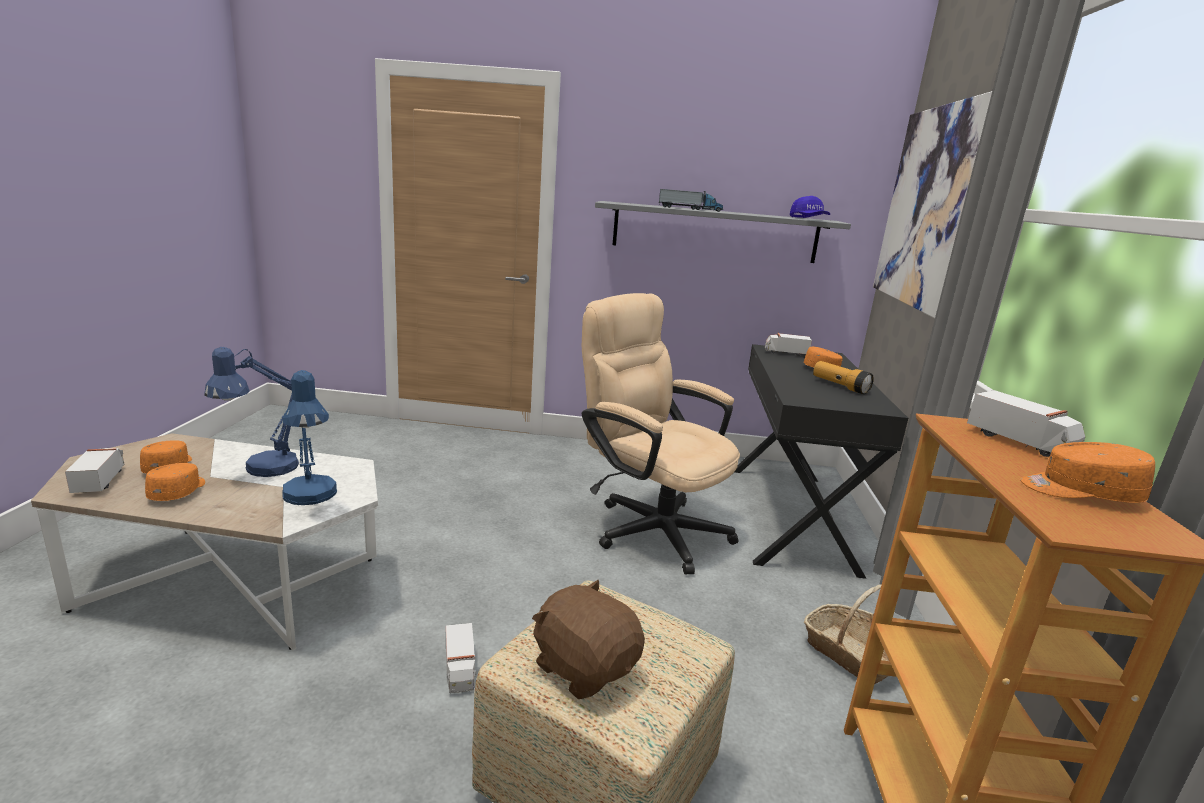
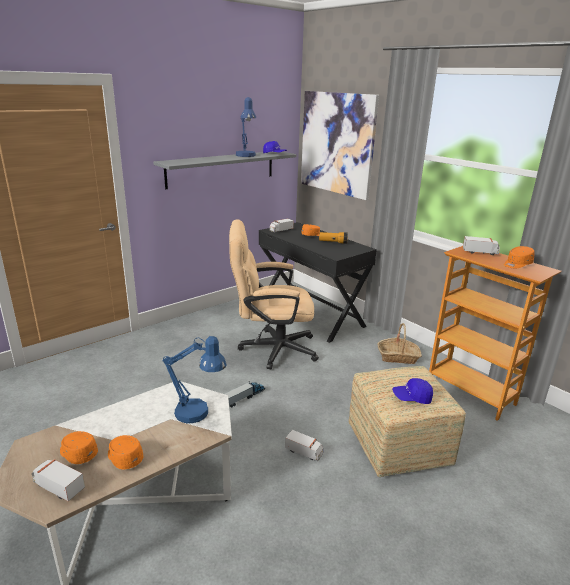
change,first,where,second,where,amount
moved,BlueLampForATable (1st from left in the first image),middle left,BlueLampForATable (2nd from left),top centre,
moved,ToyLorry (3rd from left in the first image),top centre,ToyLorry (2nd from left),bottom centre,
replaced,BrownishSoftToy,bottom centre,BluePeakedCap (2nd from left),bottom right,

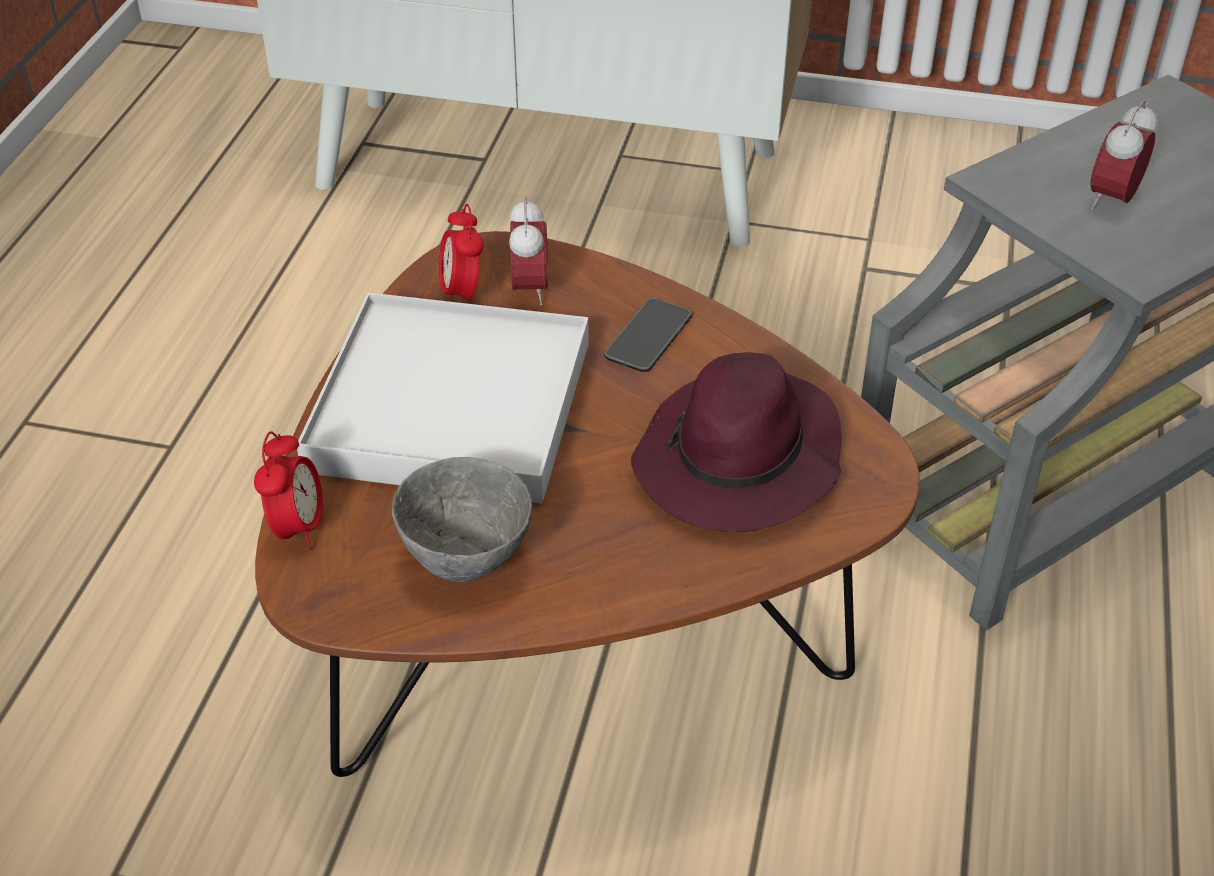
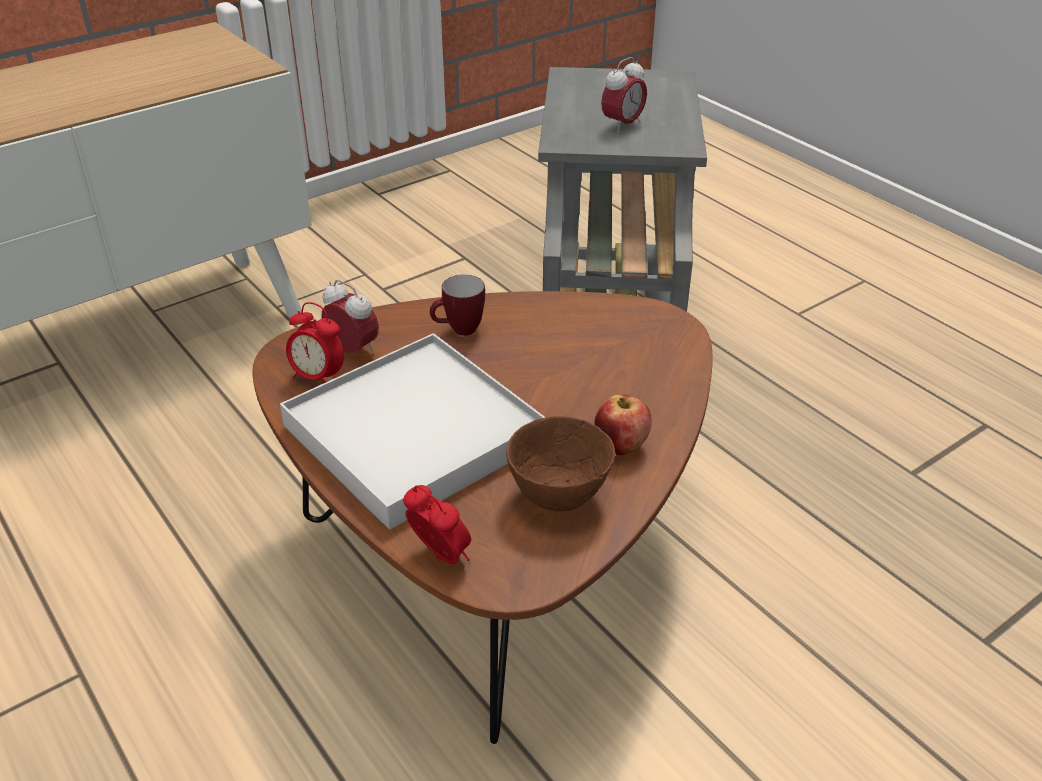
change,first,where,second,where,amount
removed,PurplishHat,centre,,,
added,,,AppleFruit,centre,
replaced,Handset,centre,CoffeeMug,centre,
recoloured,GreyServingBowl,centre,BrownishServingBowl,centre,
turned,TableClock (4th from left),top right,,top centre,120 degrees counterclockwise

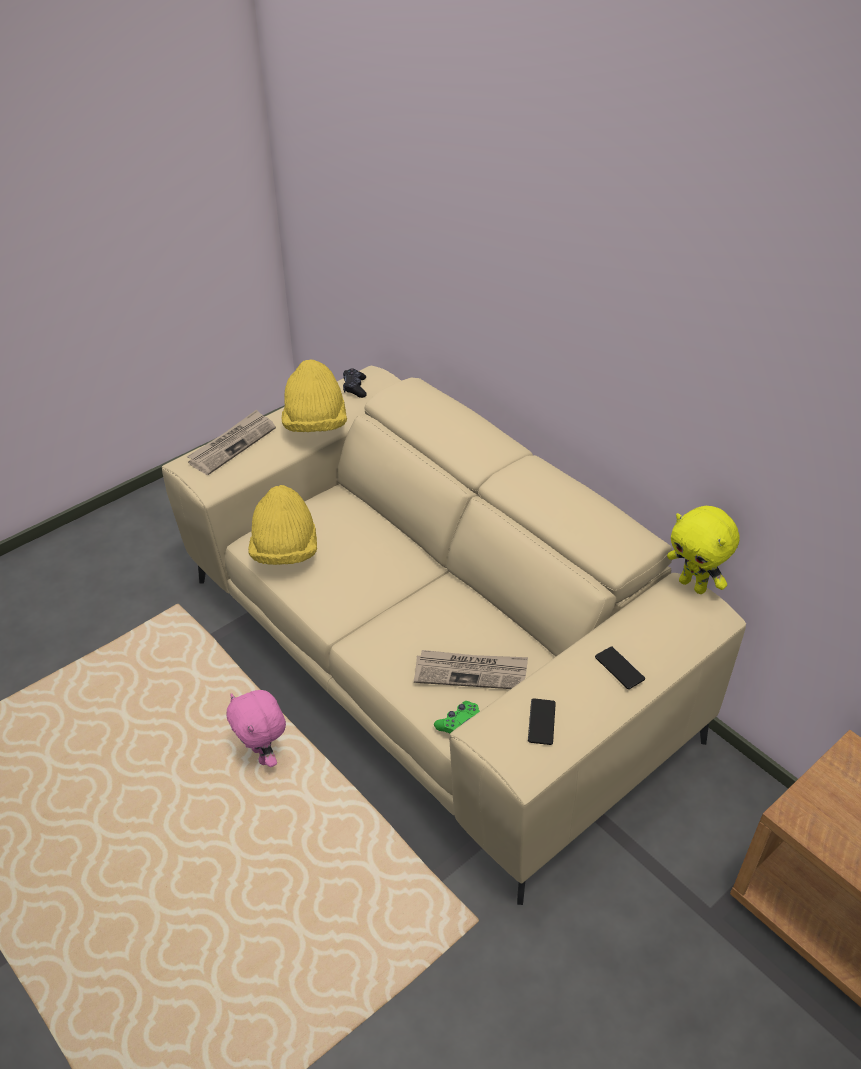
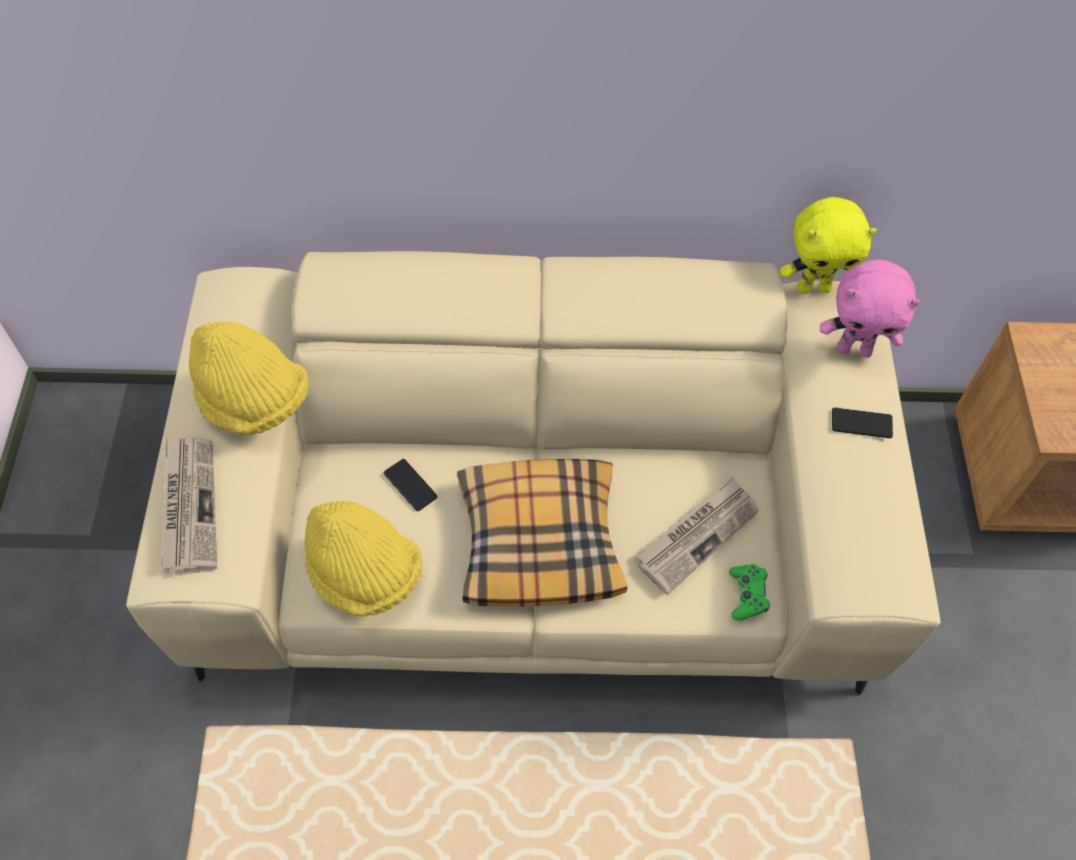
change,first,where,second,where,amount
removed,BlackishGamepad,centre,,,
added,,,Cushion,centre,
moved,PinkSoftToy,bottom left,,middle right,
moved,Handset (1st from left),bottom centre,,centre,

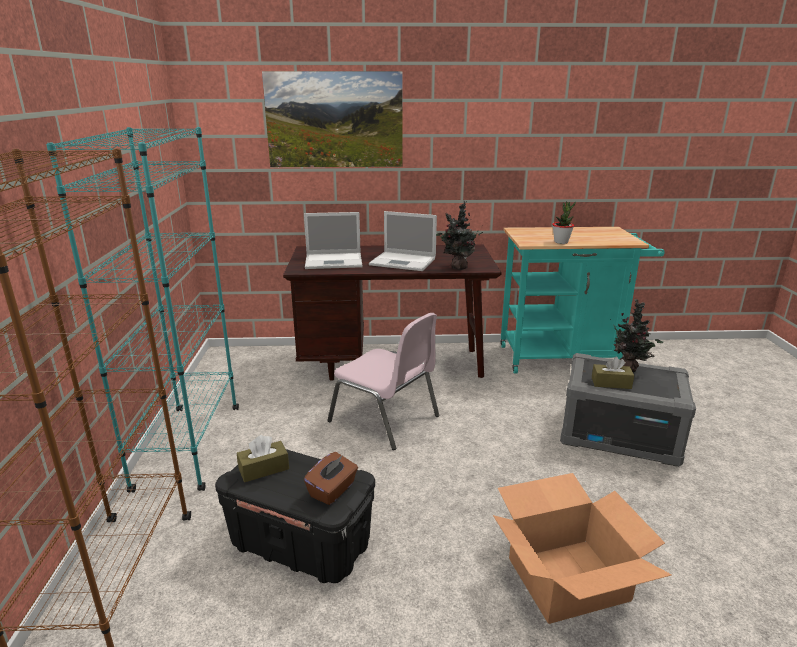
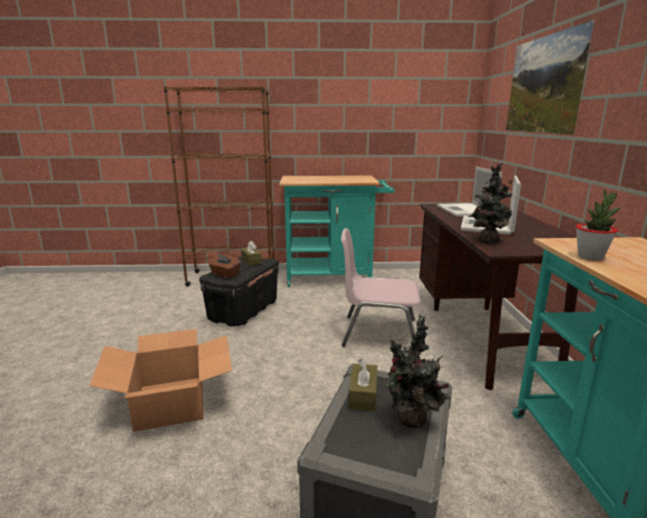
change,first,where,second,where,amount
replaced,TurquoiseShelvingUnit,middle left,TurquoiseTrolley (1st from left),centre,
turned,PinkUprightChair,centre,,centre,60 degrees clockwise

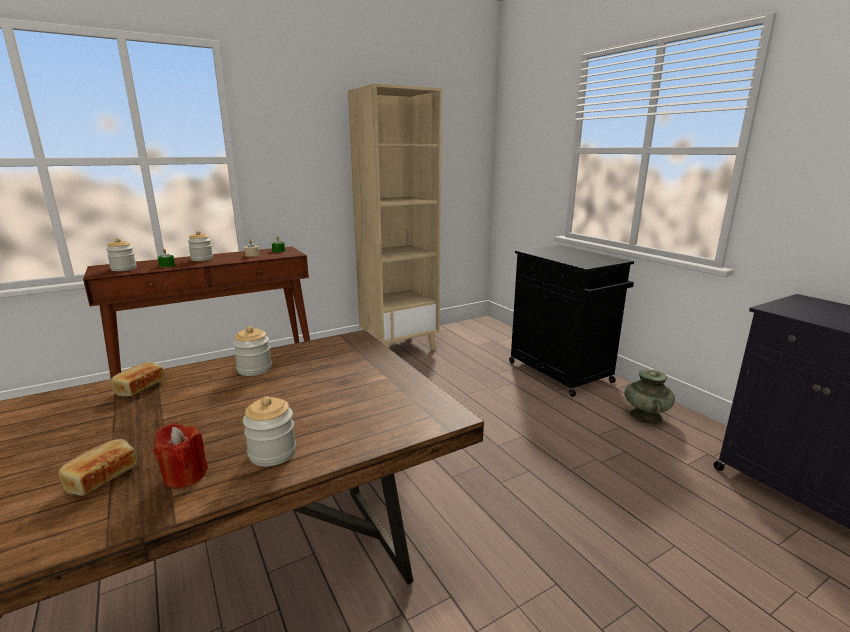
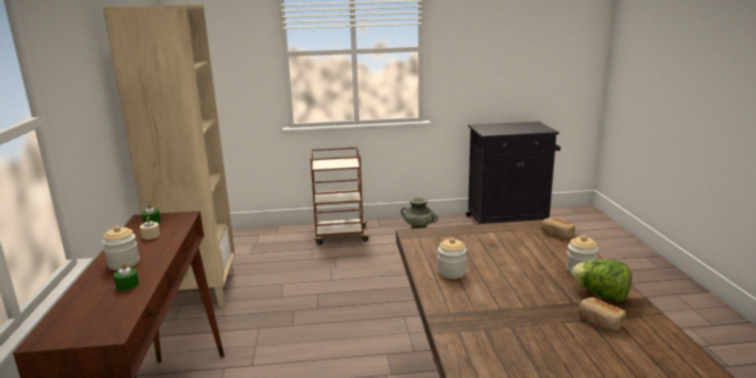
change,first,where,second,where,amount
removed,PreserveJar (1st from left),middle left,,,
moved,BakedBread (2nd from left in the first image),middle left,BakedBread (1st from left),middle right,
replaced,RedWaxLight,bottom left,HeadOfLettuce,bottom right,
replaced,BlackishCabinet (1st from left),middle right,BrownishTrolley,centre,

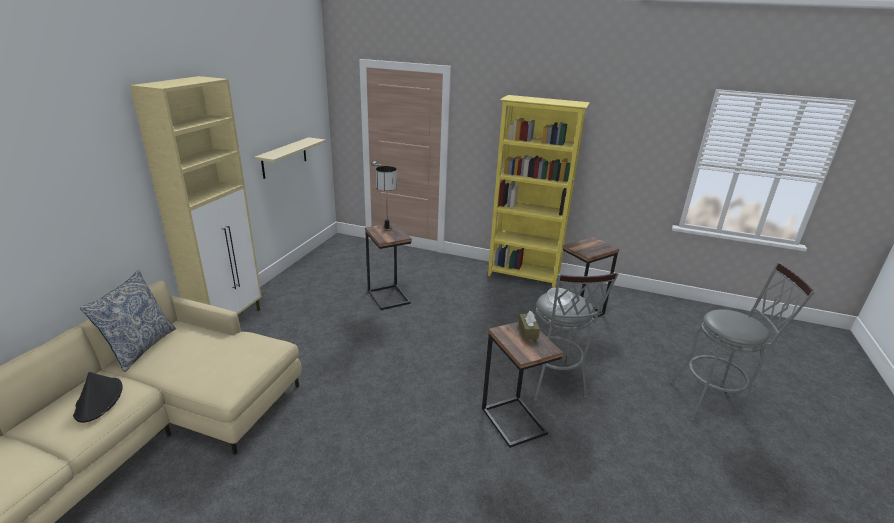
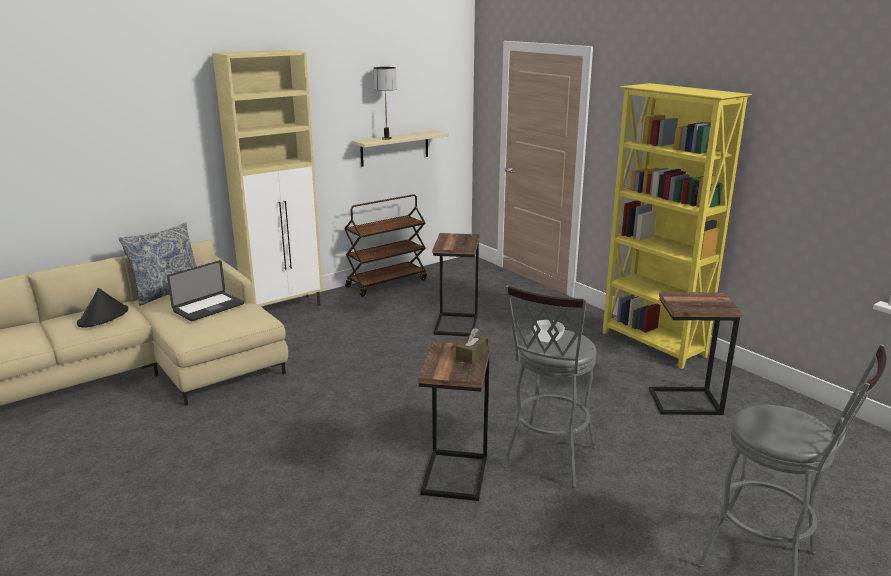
change,first,where,second,where,amount
added,,,NotebookComputer,middle left,
added,,,BrownishTrolley,centre,
moved,LampForATable,centre,,top centre,

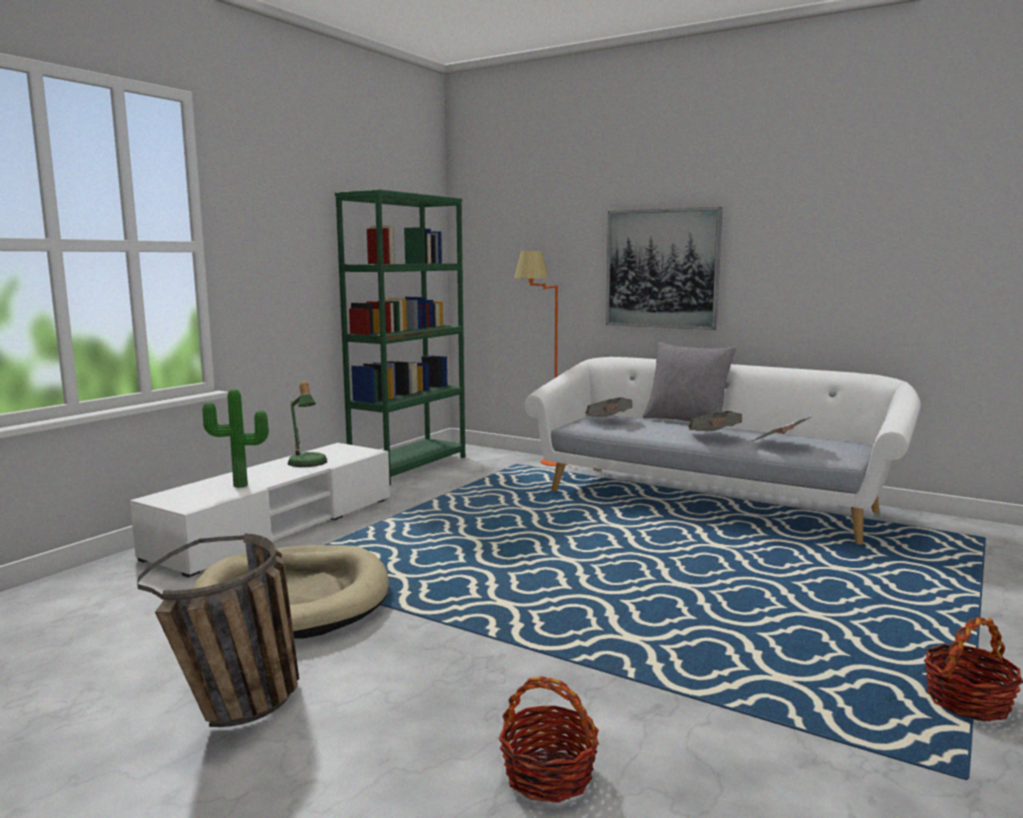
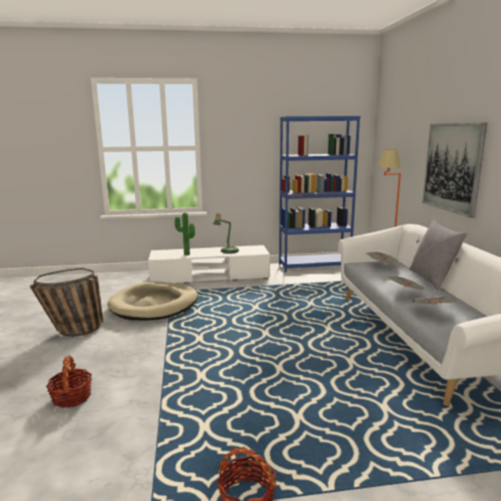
change,first,where,second,where,amount
recoloured,GreenShelvingUnit,centre,BlueShelvingUnit,centre,

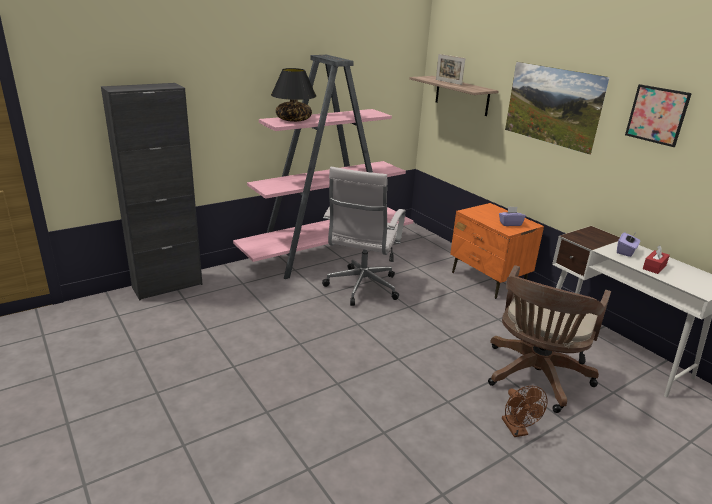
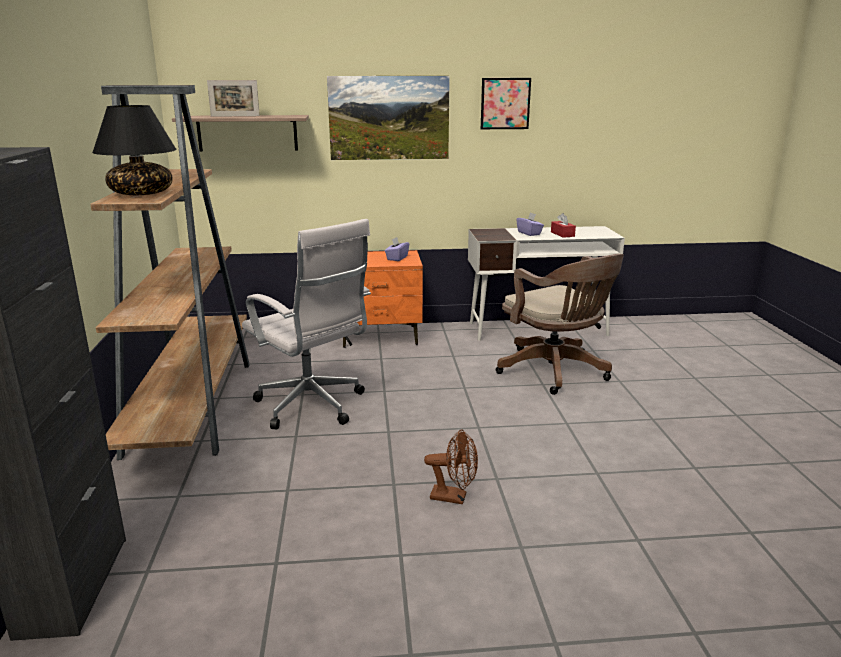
change,first,where,second,where,amount
moved,BrownishCoolingFan,bottom right,,bottom centre,
recoloured,PinkShelvingUnit,top centre,BrownishShelvingUnit,middle left,

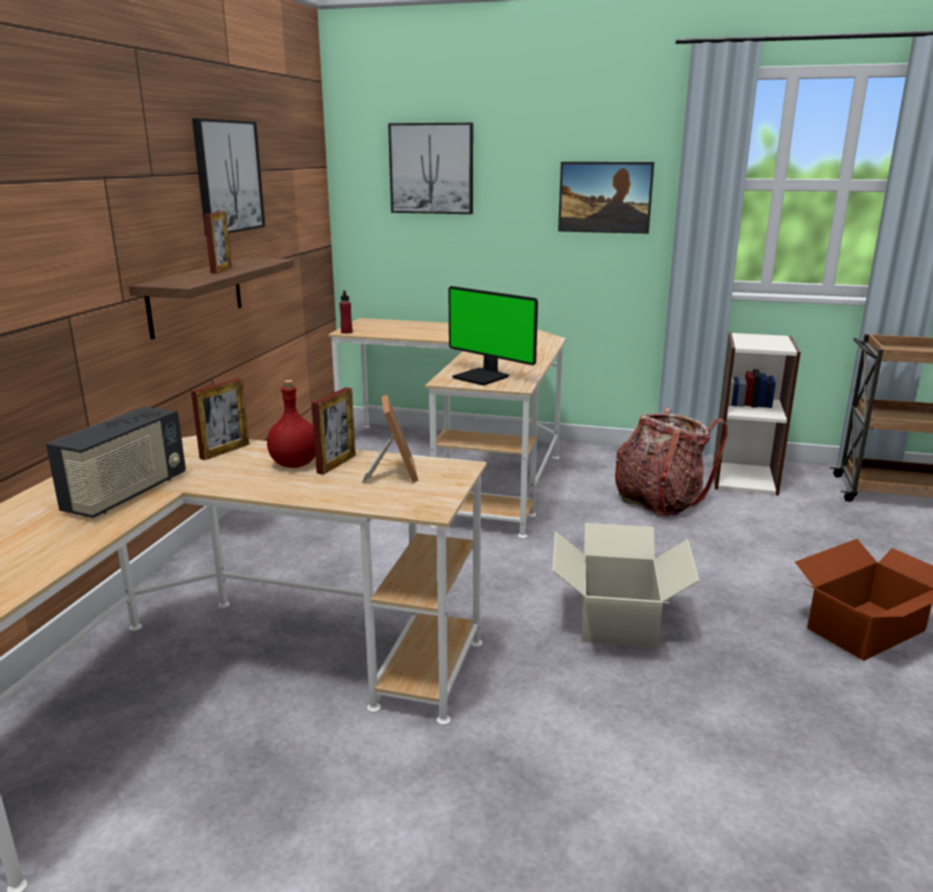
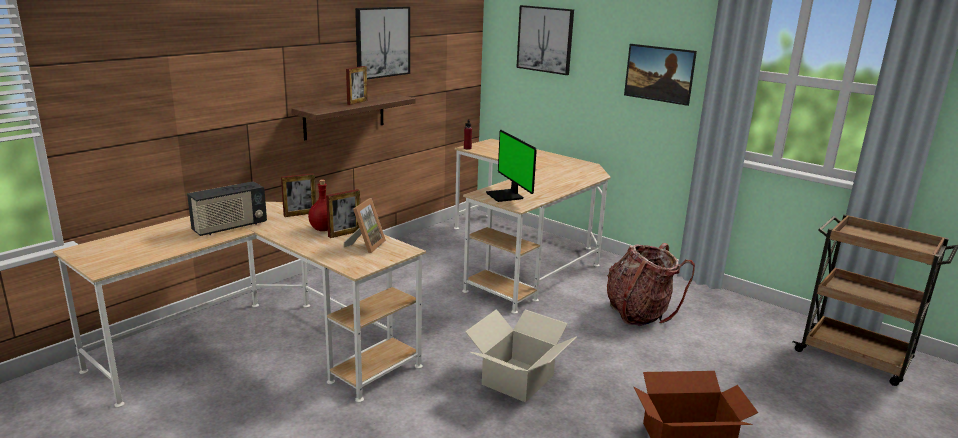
change,first,where,second,where,amount
removed,ShelvingUnit,middle right,,,

